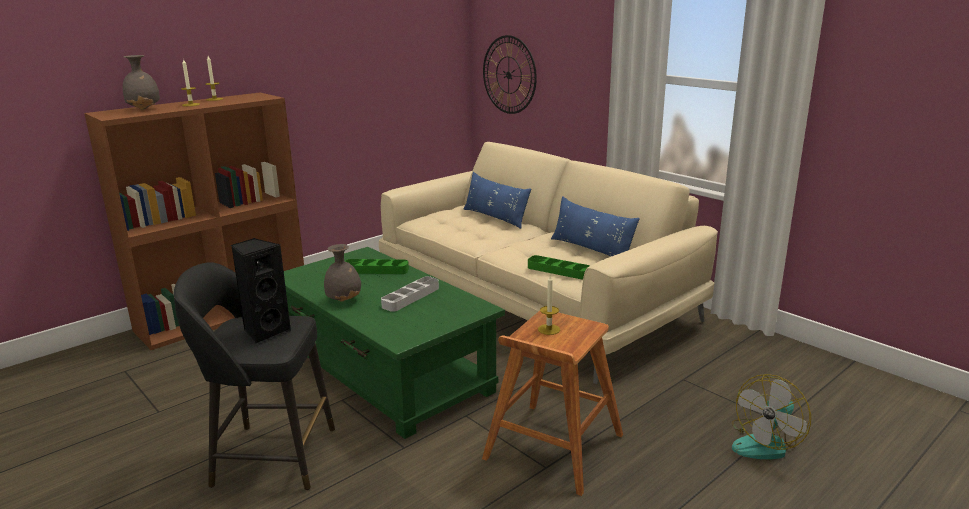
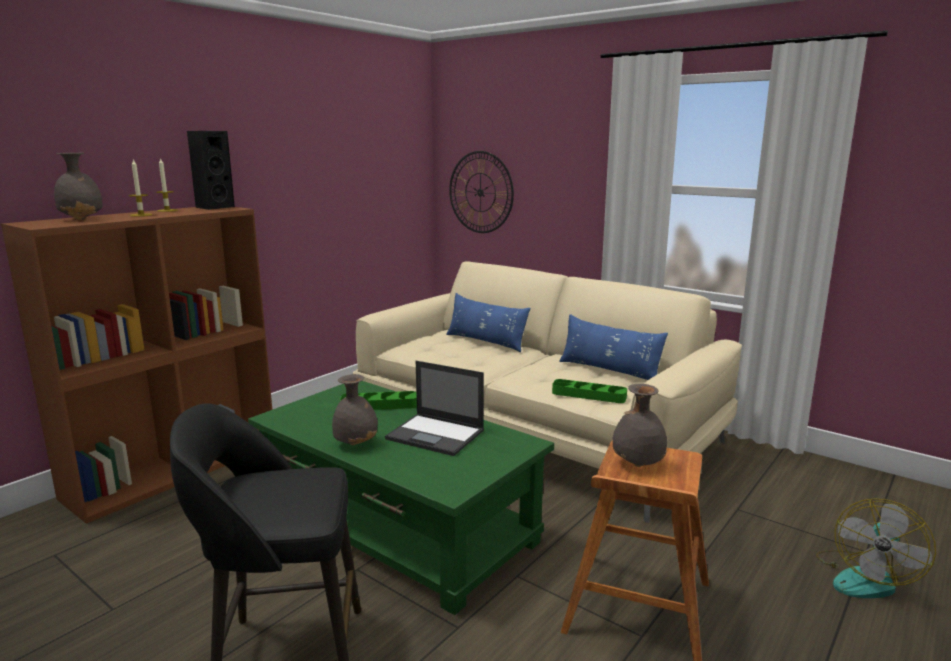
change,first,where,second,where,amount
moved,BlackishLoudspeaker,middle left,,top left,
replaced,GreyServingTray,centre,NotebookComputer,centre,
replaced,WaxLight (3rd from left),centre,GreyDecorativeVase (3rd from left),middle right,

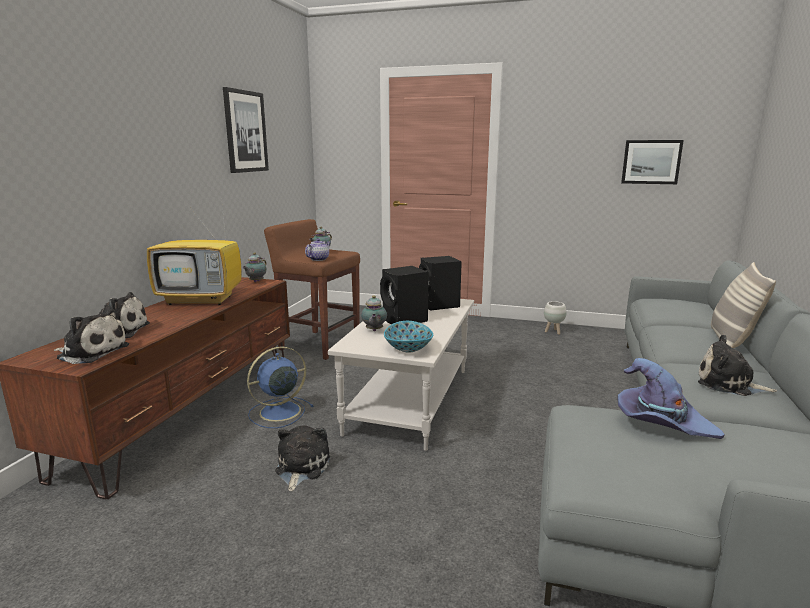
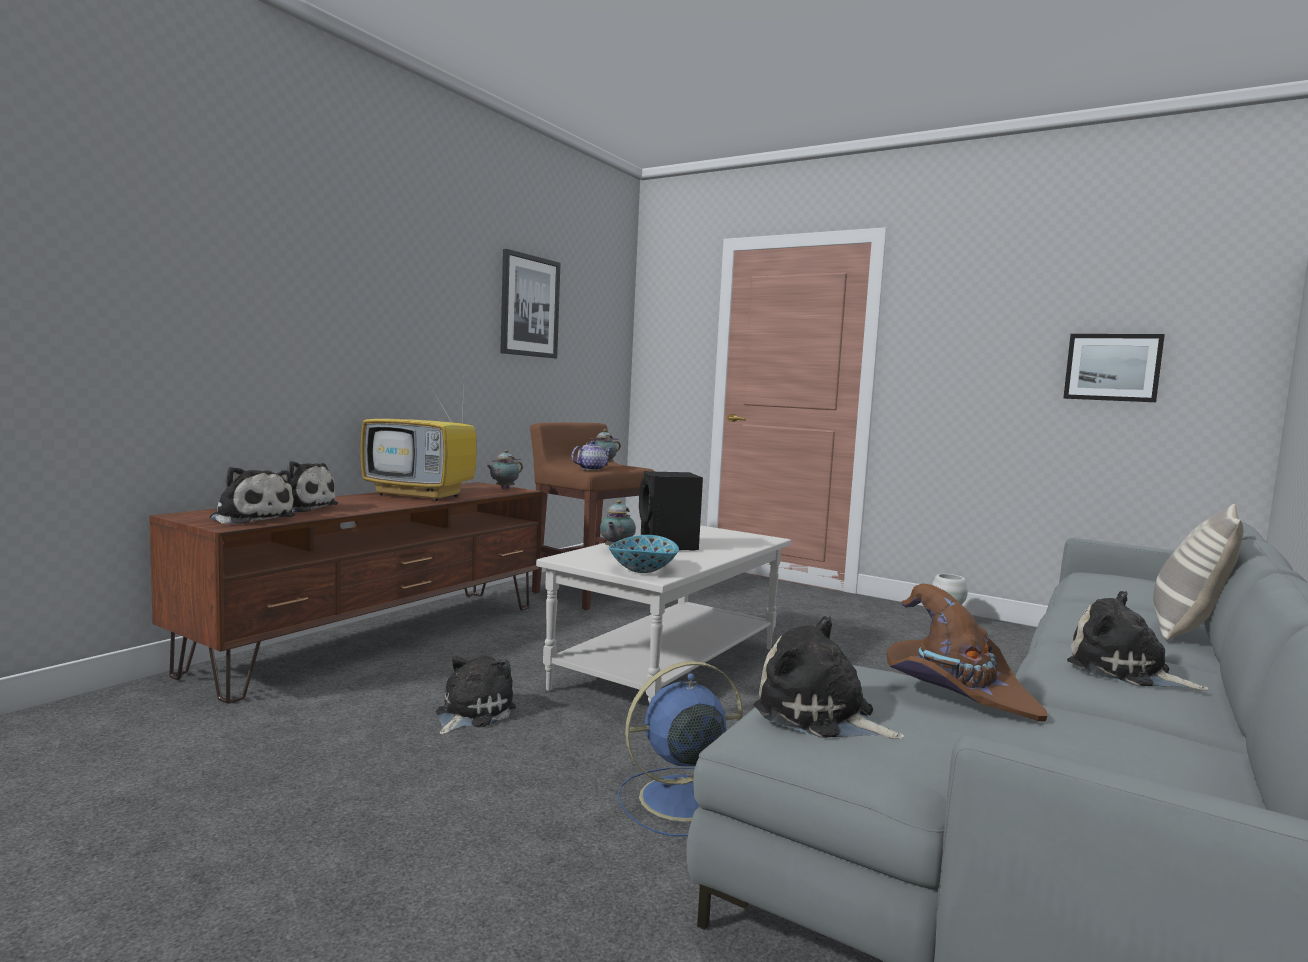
change,first,where,second,where,amount
removed,BlackishLoudspeaker (2nd from left),centre,,,
added,,,SoftToy (4th from left),bottom centre,
moved,BlueCoolingFan,centre,,bottom centre,
recoloured,PurplishHat,middle right,BrownishHat,bottom right,

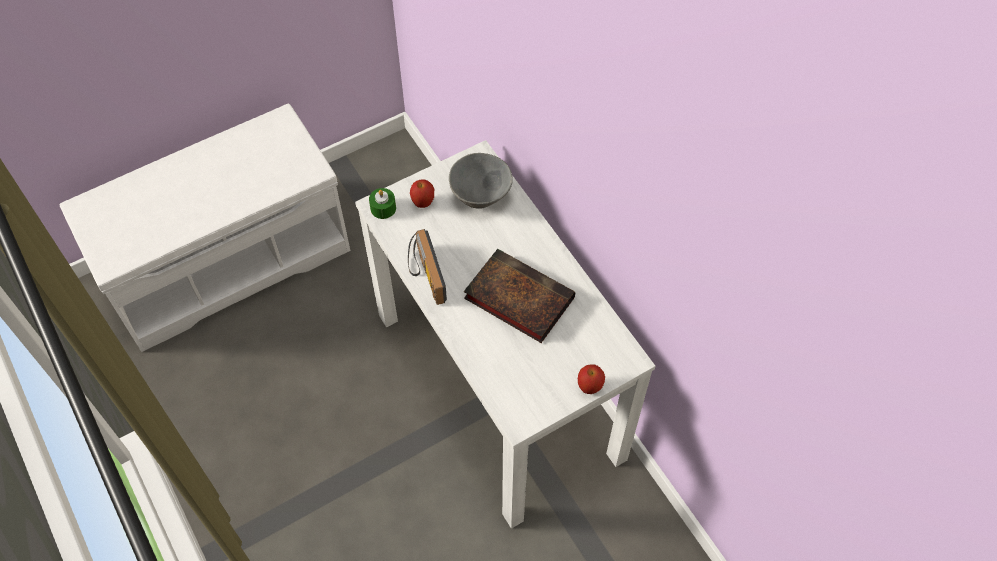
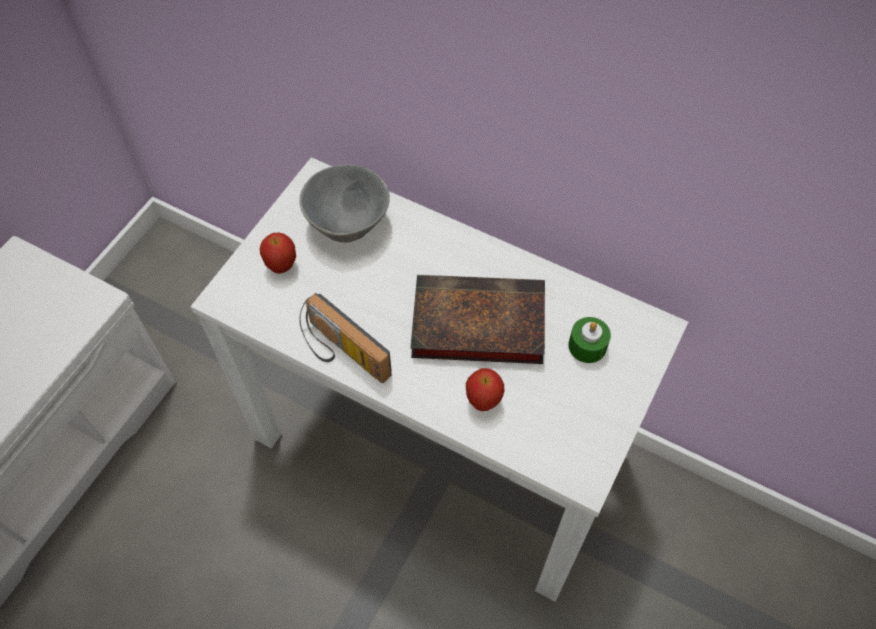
change,first,where,second,where,amount
moved,GreenWaxLight,centre,,middle right,
moved,AppleFruit (2nd from left),bottom centre,,centre,

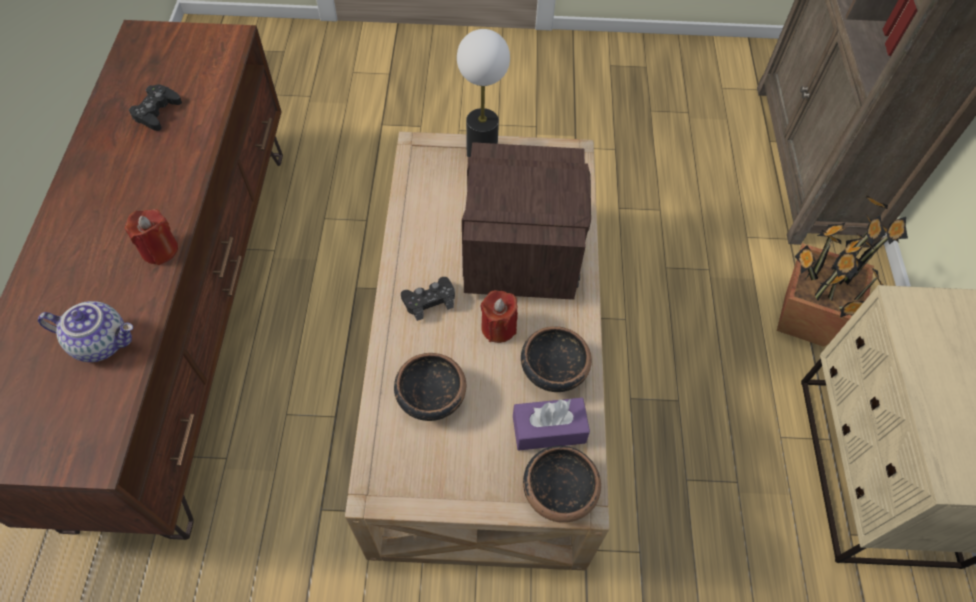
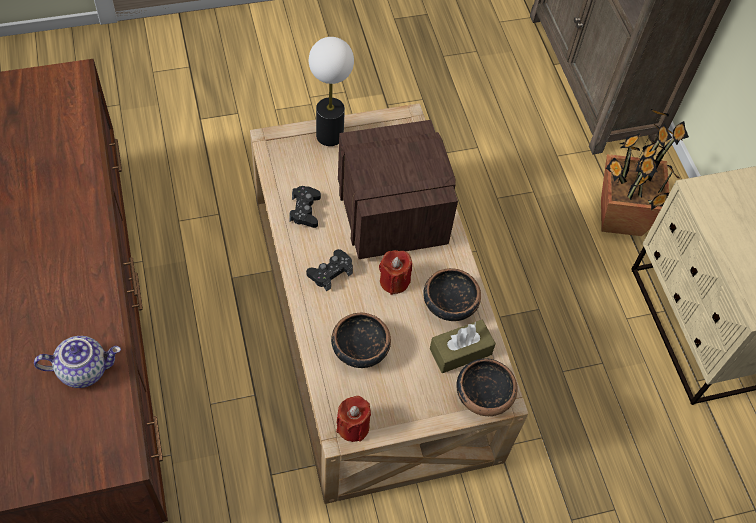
change,first,where,second,where,amount
moved,RedWaxLight (1st from left),middle left,,bottom centre,
moved,BlackishGamepad (1st from left),top left,,centre,
recoloured,PurplishTissueHolder,bottom centre,BrownishTissueHolder,centre,

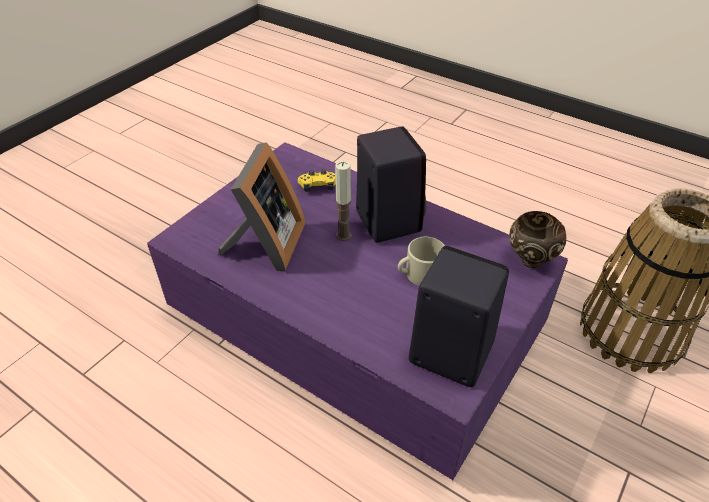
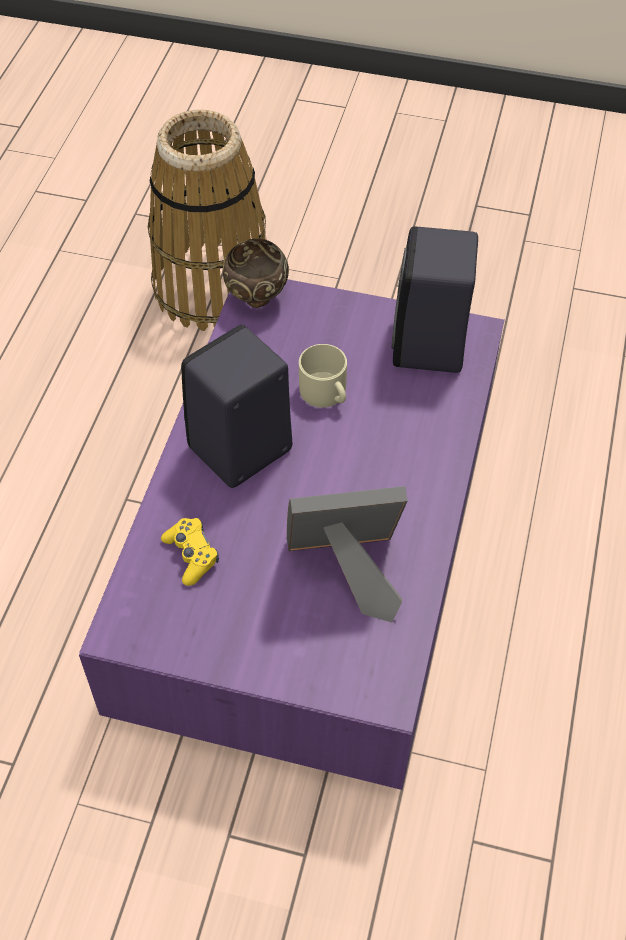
change,first,where,second,where,amount
removed,WaxLight,centre,,,

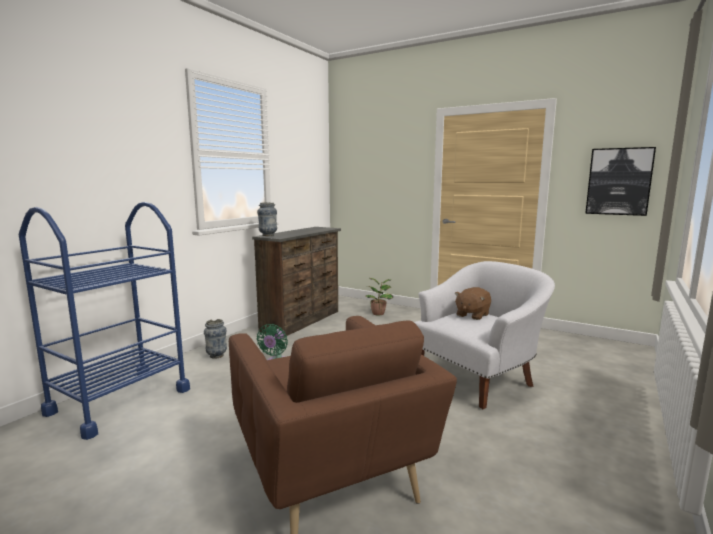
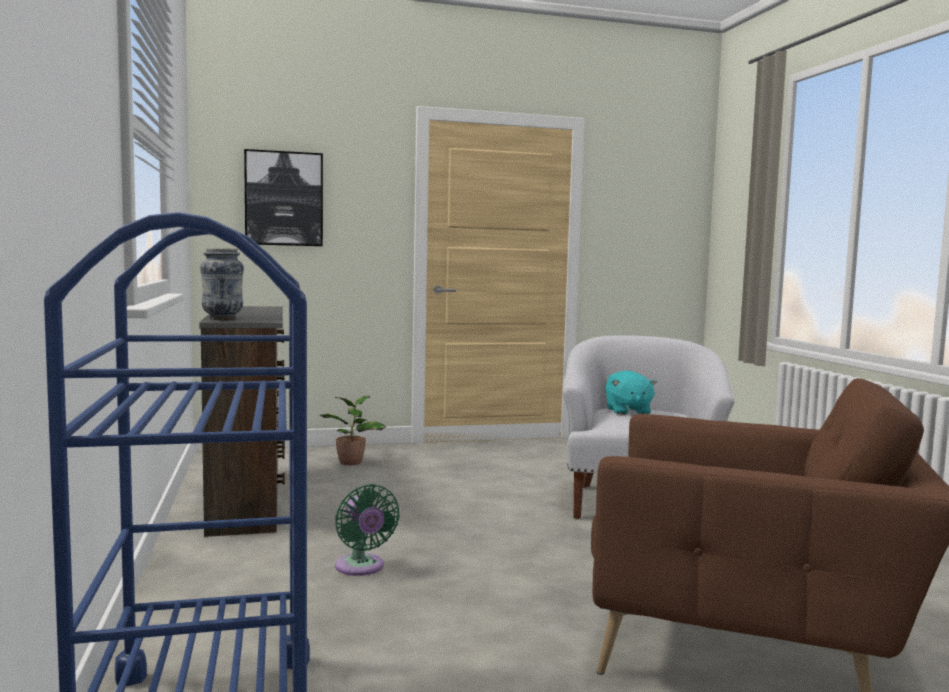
change,first,where,second,where,amount
removed,DecorativeVase (1st from left),middle left,,,
moved,WallPicture,middle right,,top left,
recoloured,BrownishSoftToy,centre,TurquoiseSoftToy,centre,

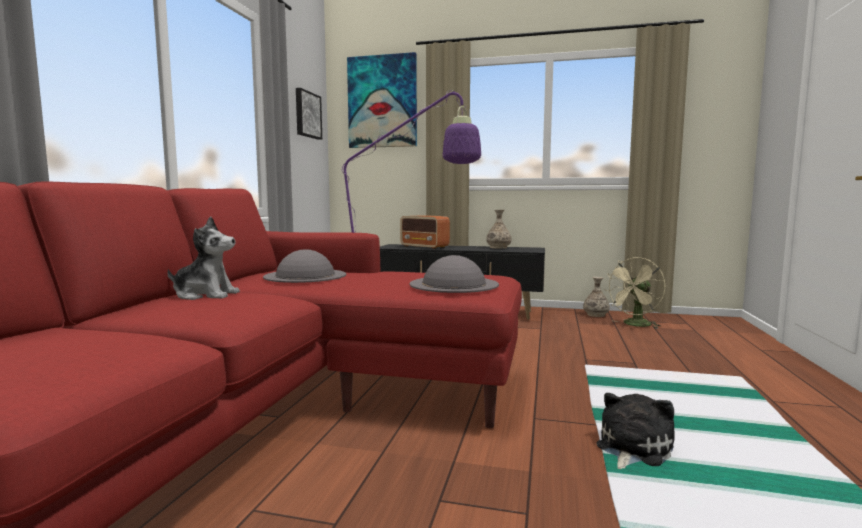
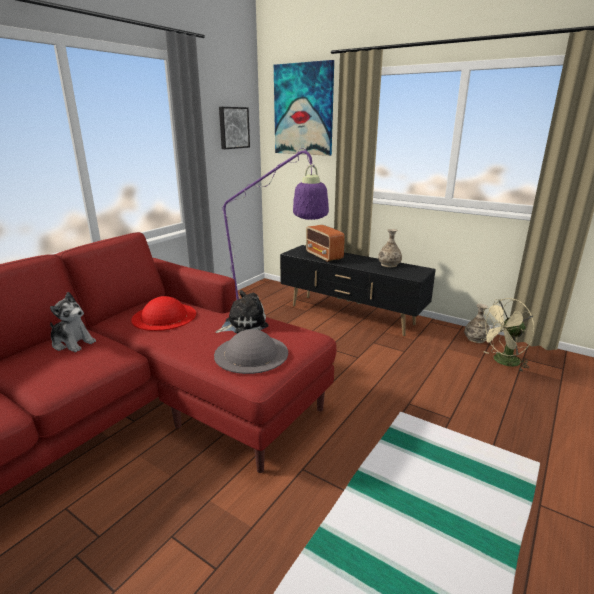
change,first,where,second,where,amount
moved,SoftToy (2nd from left),bottom right,,centre,
recoloured,GreyHat (1st from left),centre,RedHat,middle left,

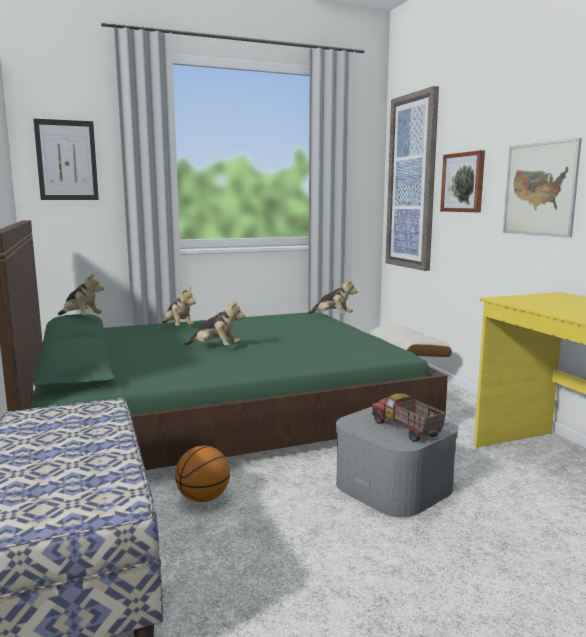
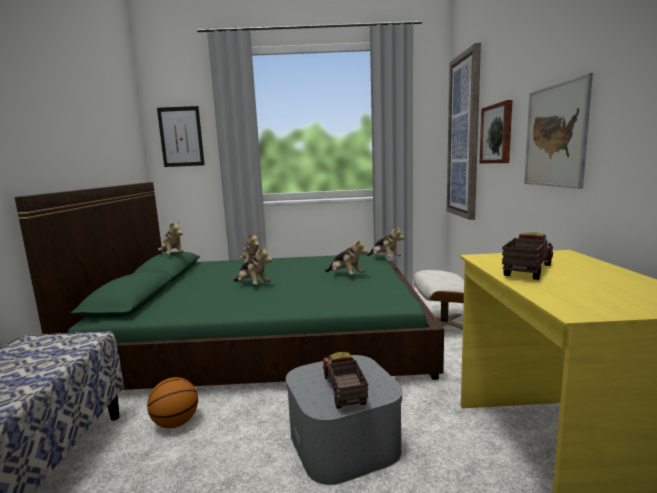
change,first,where,second,where,amount
added,,,SoftToy (4th from left),centre,
added,,,ToyLorry (2nd from left),middle right,

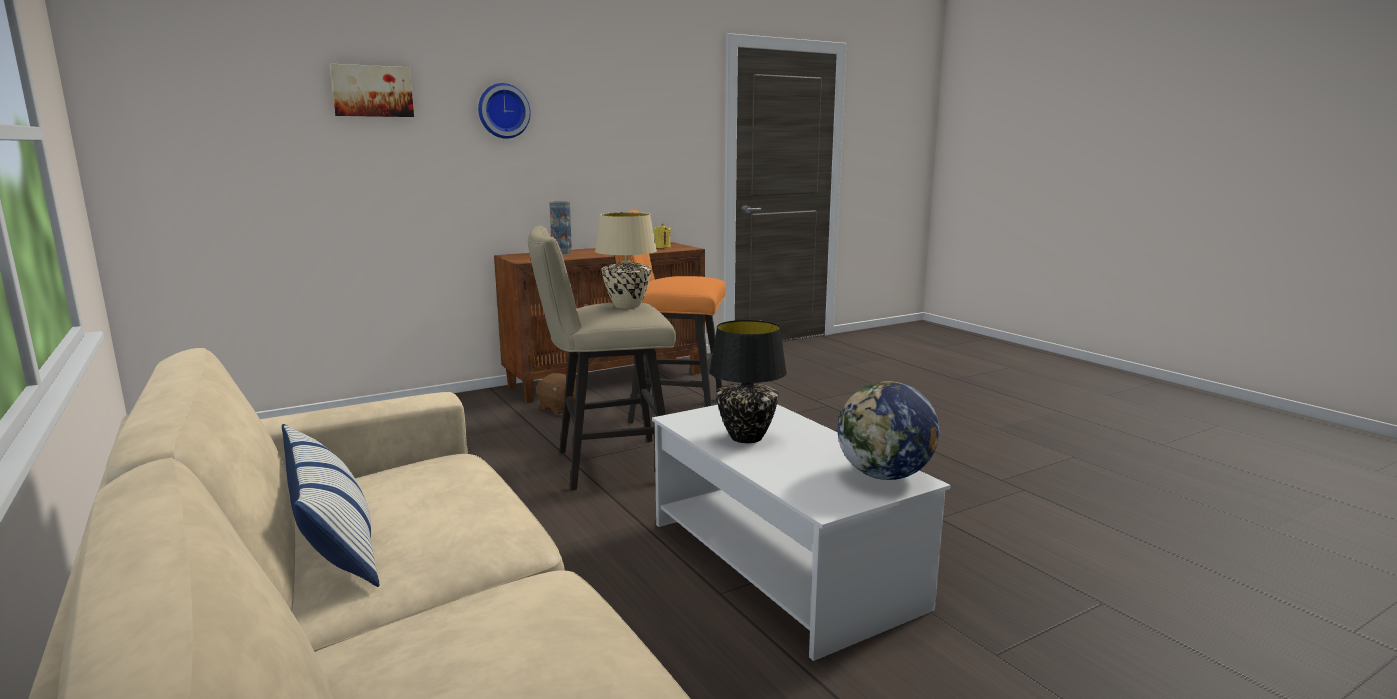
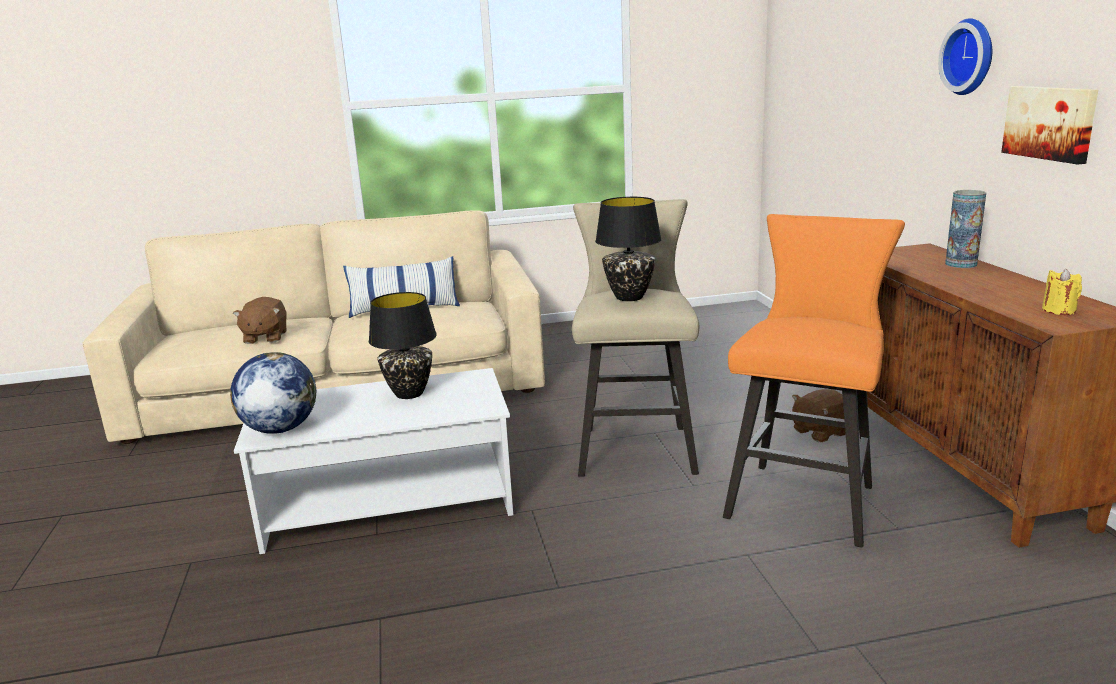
change,first,where,second,where,amount
added,,,BrownishSoftToy (1st from left),middle left,
moved,WallPicture,top left,,top right,
recoloured,SandColouredLampForATable,centre,BlackishLampForATable (2nd from left),centre,

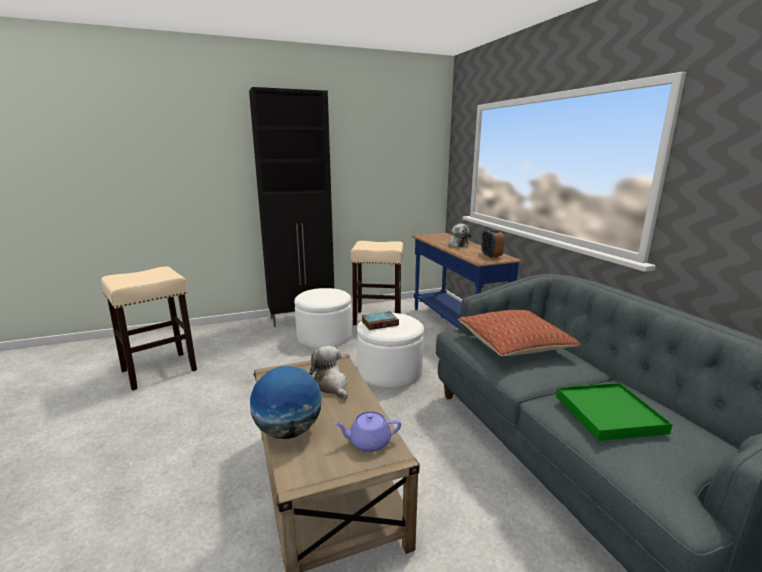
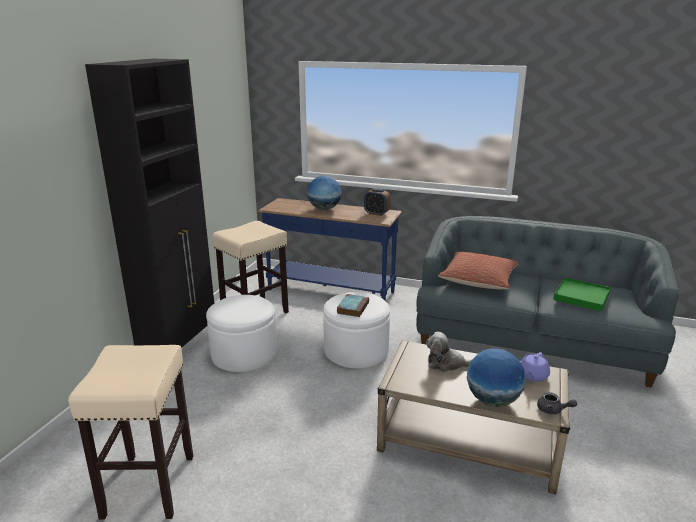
change,first,where,second,where,amount
added,,,GreyTeaPot,bottom right,
replaced,SoftToy (2nd from left),centre,WorldGlobe (1st from left),centre,

